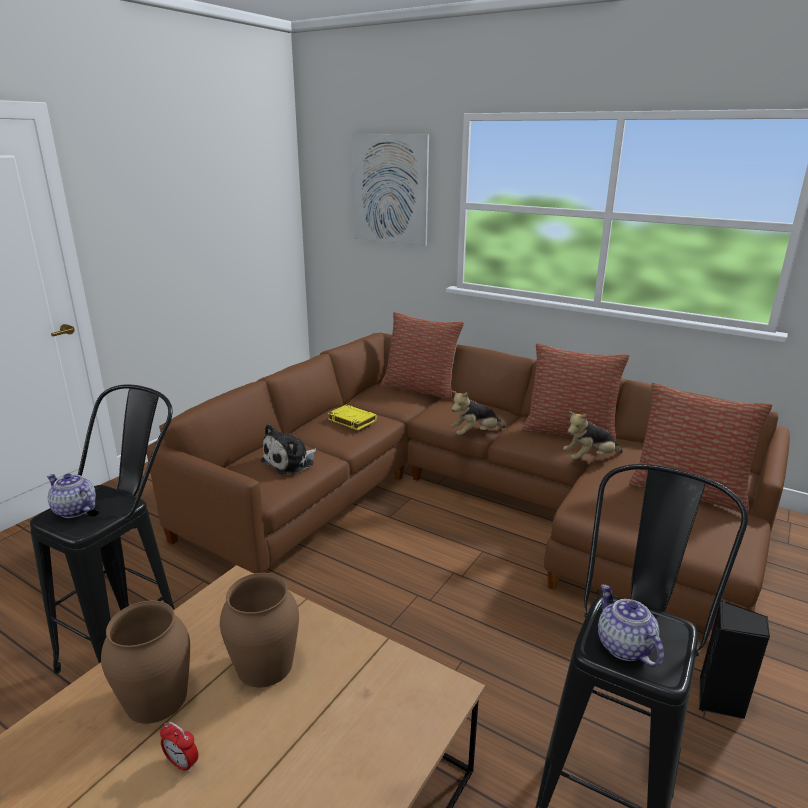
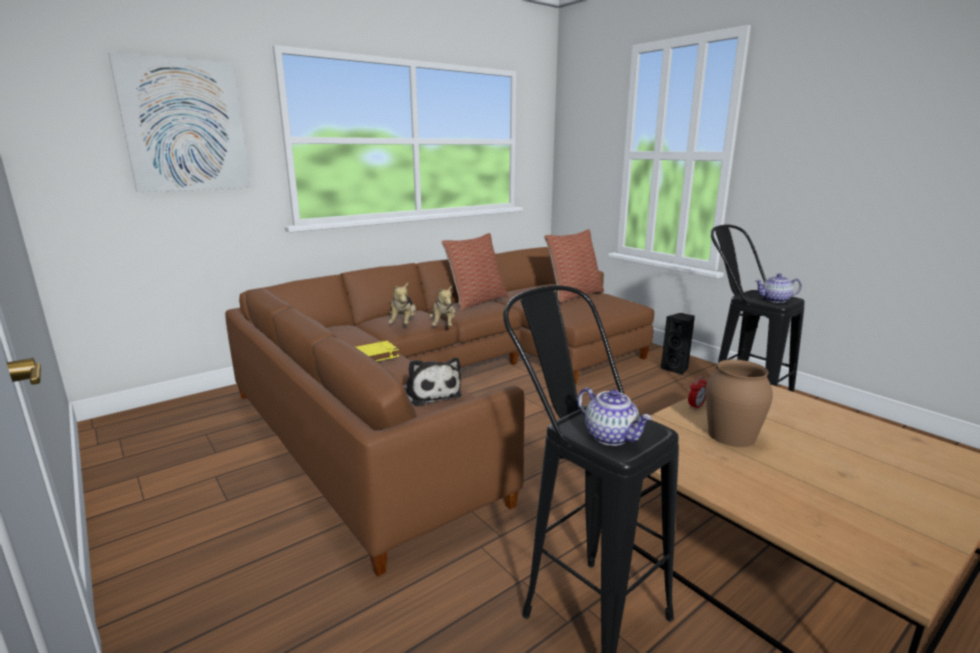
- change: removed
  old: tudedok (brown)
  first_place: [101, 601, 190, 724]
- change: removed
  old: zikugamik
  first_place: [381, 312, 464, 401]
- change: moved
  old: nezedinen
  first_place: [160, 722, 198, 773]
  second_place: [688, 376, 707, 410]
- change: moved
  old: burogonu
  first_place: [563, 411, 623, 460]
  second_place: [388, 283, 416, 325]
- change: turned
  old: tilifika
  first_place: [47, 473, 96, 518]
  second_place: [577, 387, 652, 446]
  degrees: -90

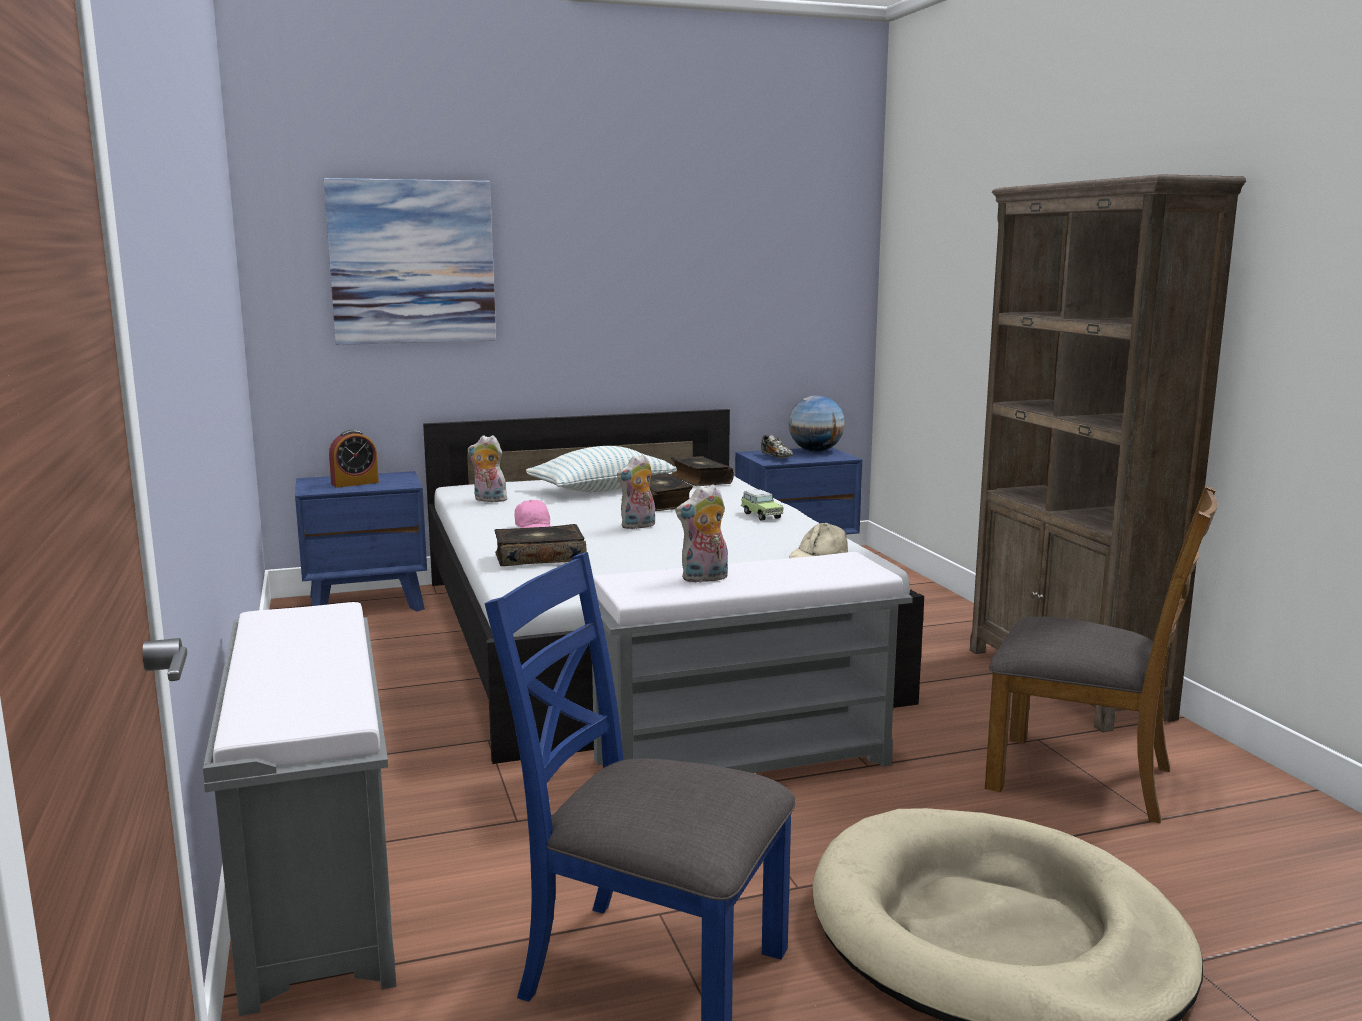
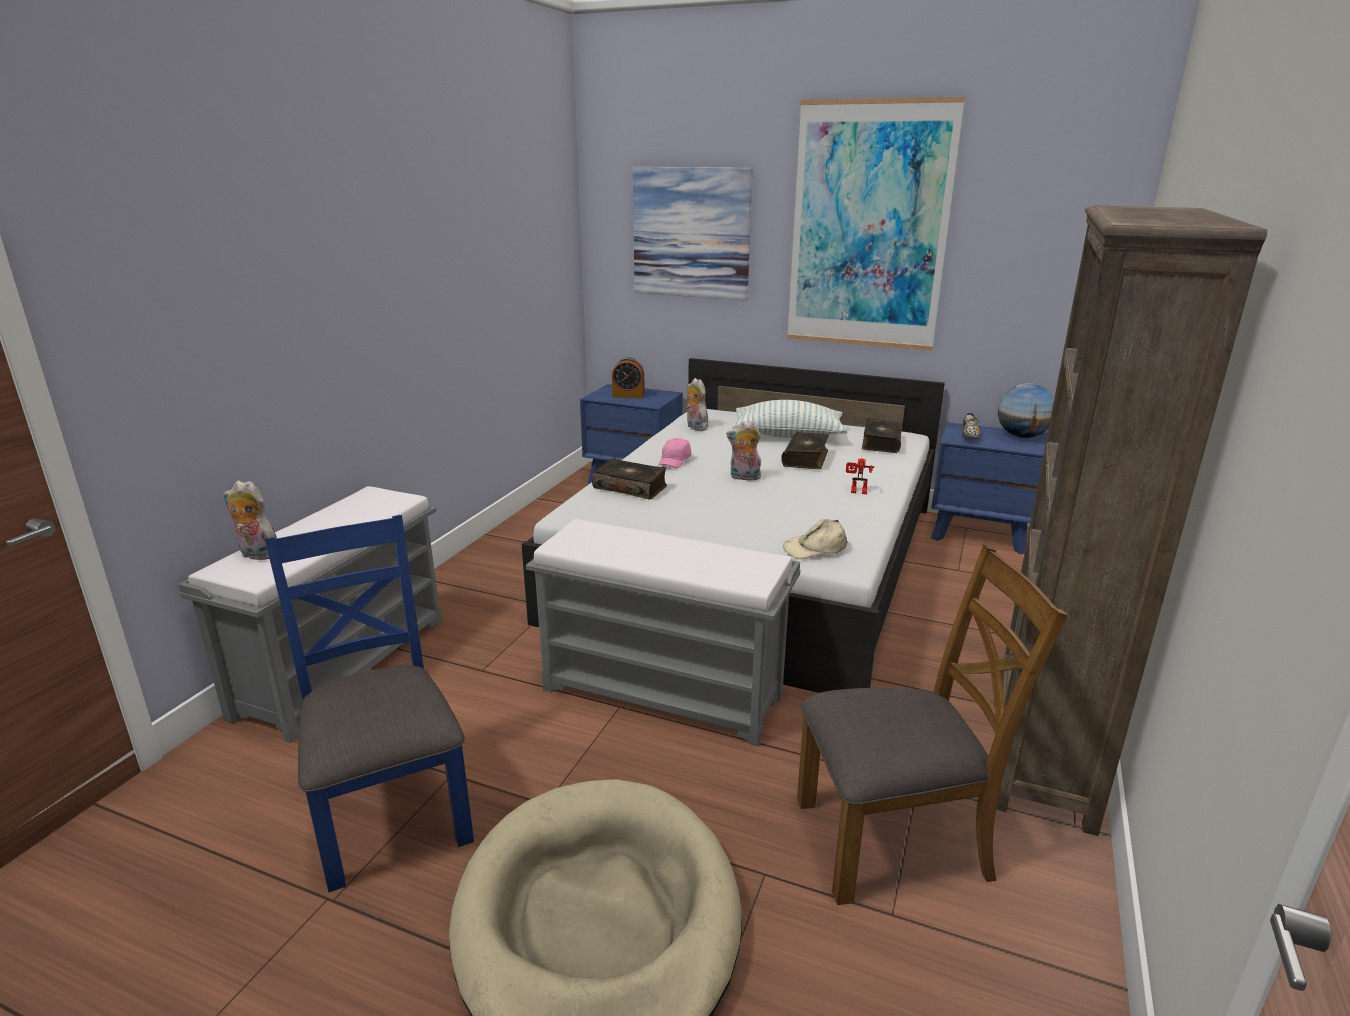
- change: added
  new: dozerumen
  second_place: [787, 97, 965, 351]
- change: moved
  old: burogonu
  first_place: [675, 484, 728, 583]
  second_place: [223, 480, 277, 560]
- change: replaced
  old: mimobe
  new: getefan
  first_place: [741, 490, 783, 521]
  second_place: [846, 458, 874, 494]
- change: turned
  old: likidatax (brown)
  first_place: [985, 485, 1218, 823]
  second_place: [797, 544, 1068, 905]
  degrees: -75

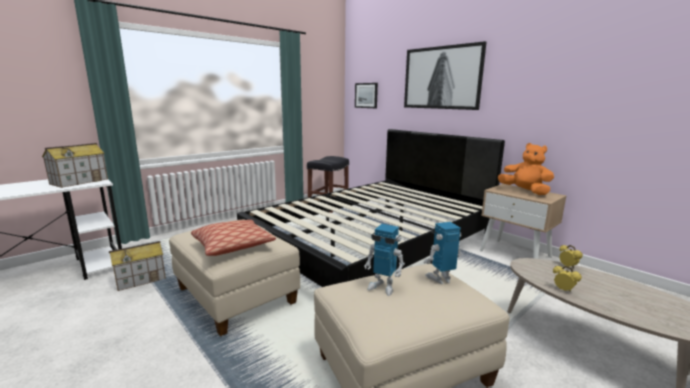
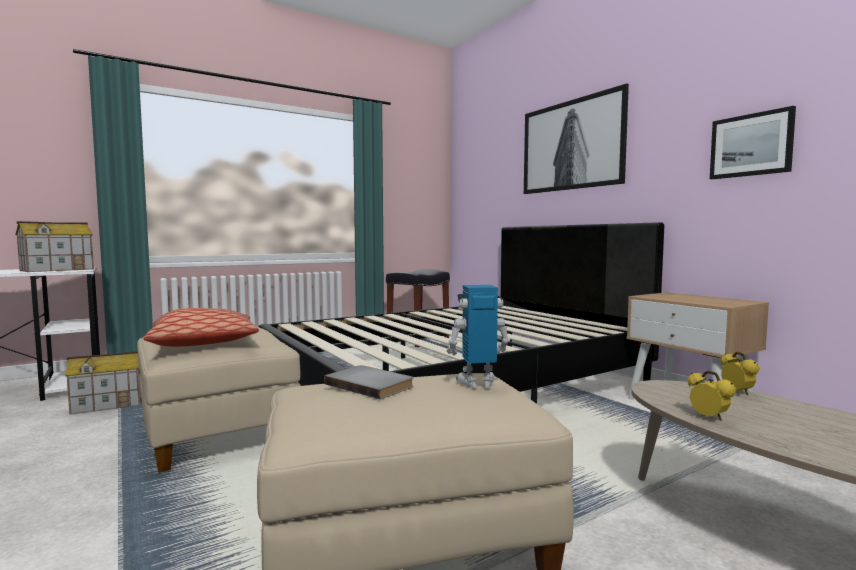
- change: removed
  old: burogonu (orange)
  first_place: [498, 143, 554, 195]
- change: moved
  old: dozerumen
  first_place: [355, 83, 378, 108]
  second_place: [710, 106, 796, 179]
- change: replaced
  old: getefan
  new: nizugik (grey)
  first_place: [364, 224, 405, 296]
  second_place: [324, 365, 414, 399]

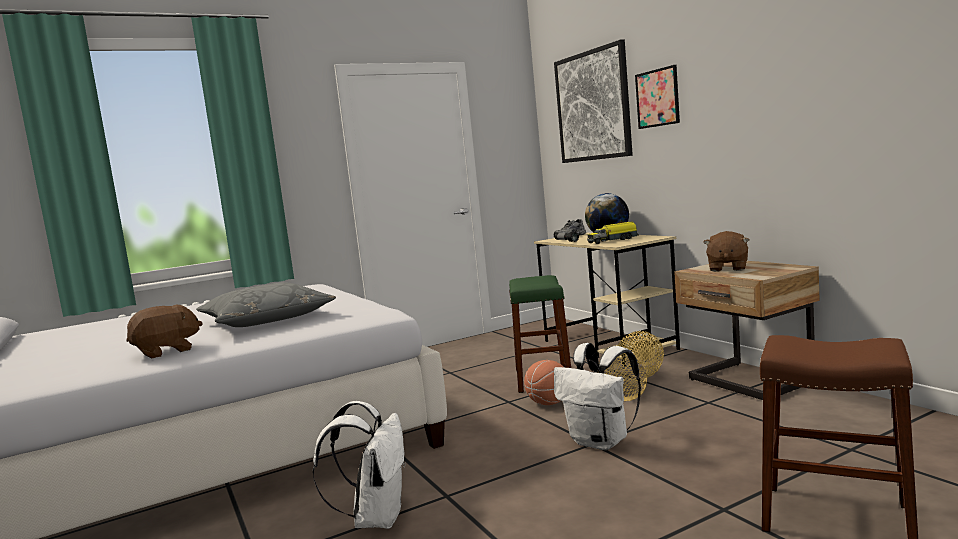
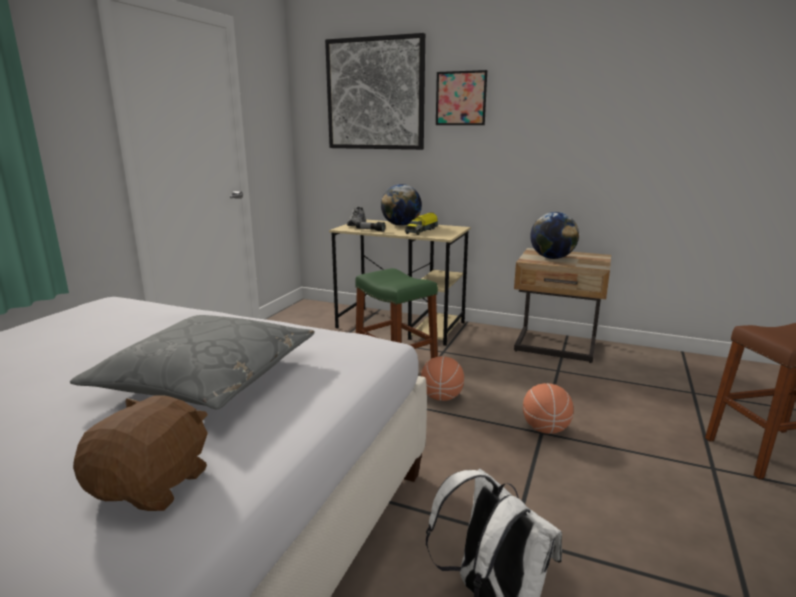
- change: removed
  old: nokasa
  first_place: [597, 331, 664, 401]
- change: replaced
  old: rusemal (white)
  new: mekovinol
  first_place: [554, 343, 641, 450]
  second_place: [523, 383, 574, 434]
- change: replaced
  old: burogonu (brown)
  new: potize
  first_place: [703, 231, 749, 272]
  second_place: [530, 212, 579, 259]

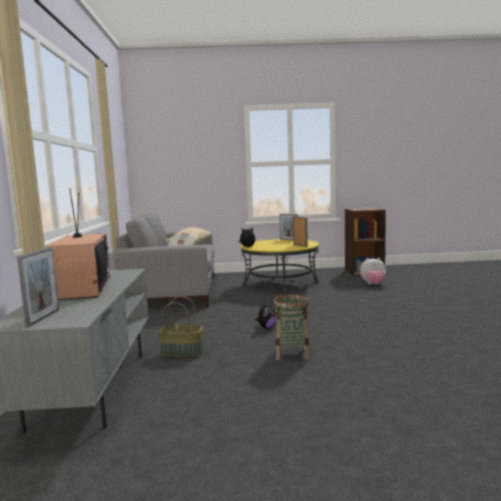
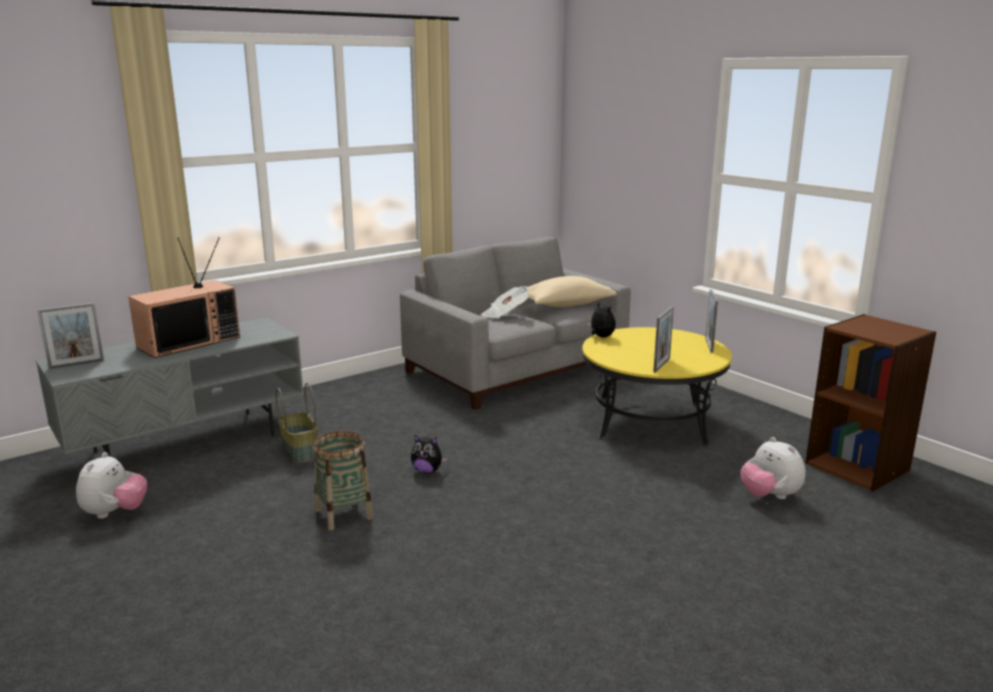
- change: added
  new: burogonu
  second_place: [76, 452, 147, 519]

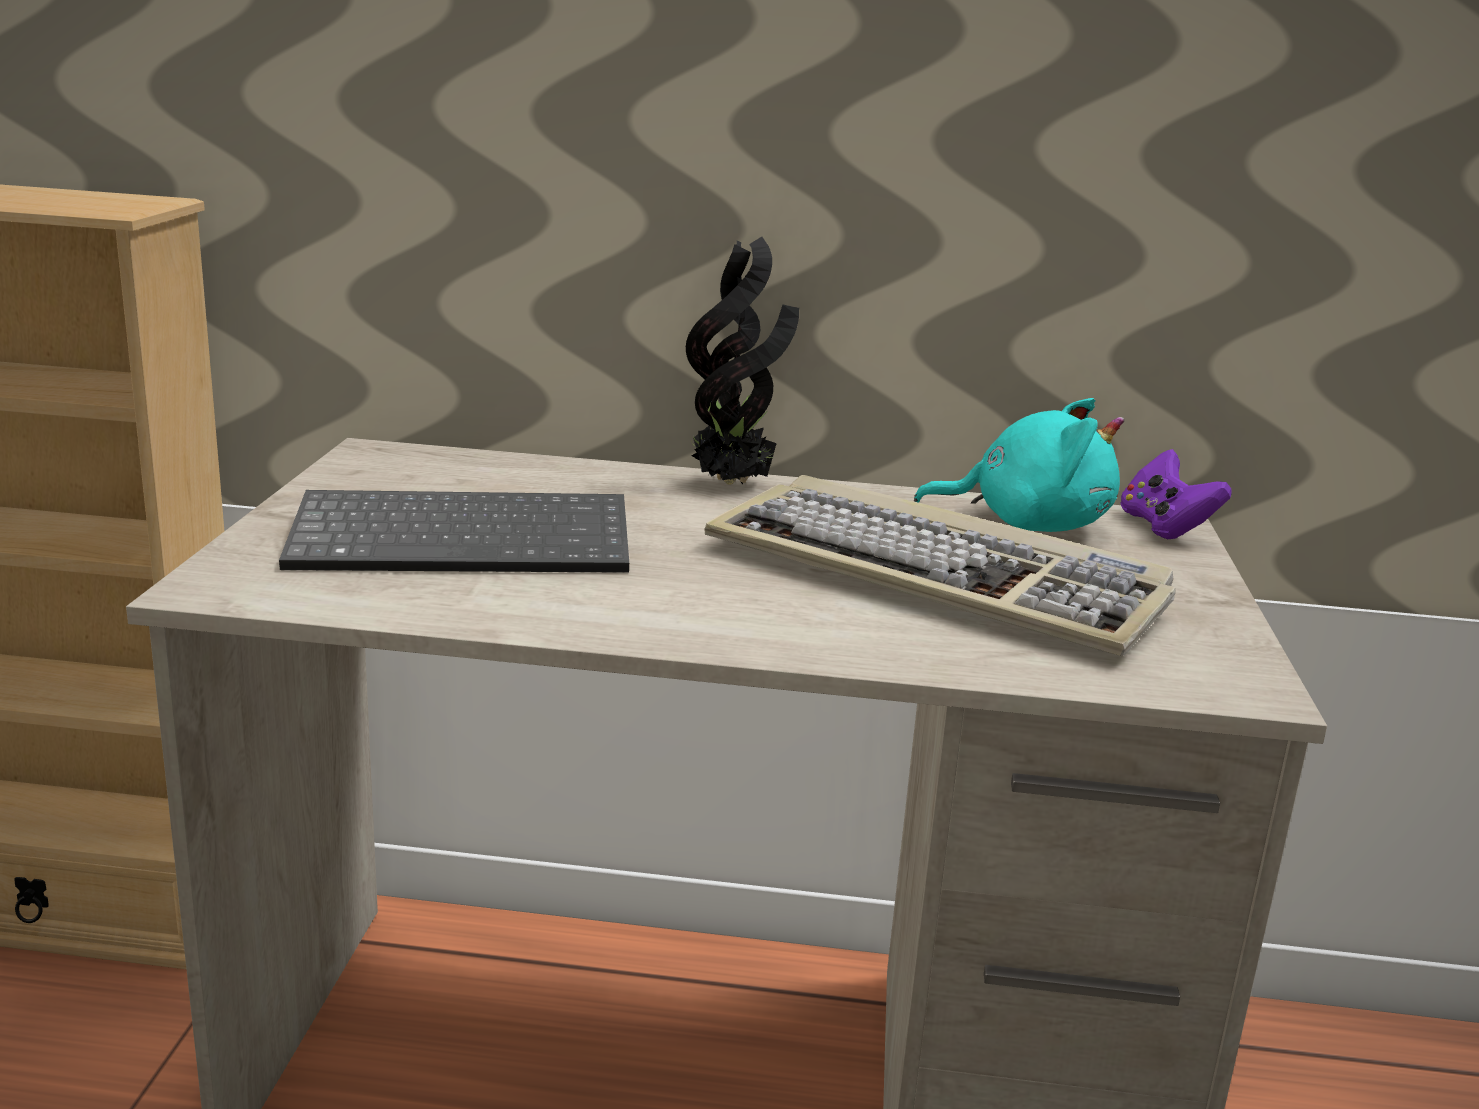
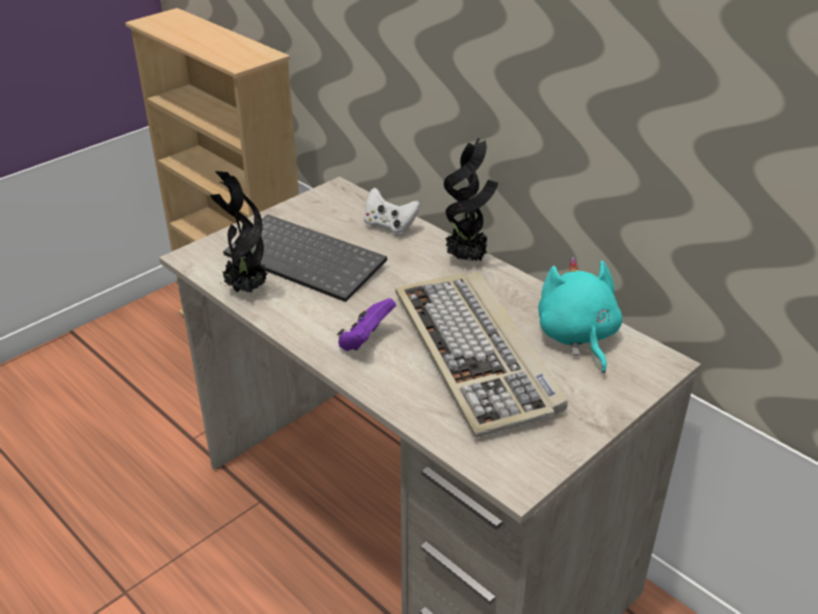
- change: added
  new: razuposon
  second_place: [210, 171, 268, 293]
- change: added
  new: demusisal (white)
  second_place: [364, 188, 421, 235]
- change: moved
  old: demusisal (purple)
  first_place: [1120, 449, 1232, 539]
  second_place: [337, 298, 396, 351]
- change: turned
  old: burogonu (turquoise)
  first_place: [914, 398, 1124, 532]
  second_place: [538, 257, 622, 373]
  degrees: -150

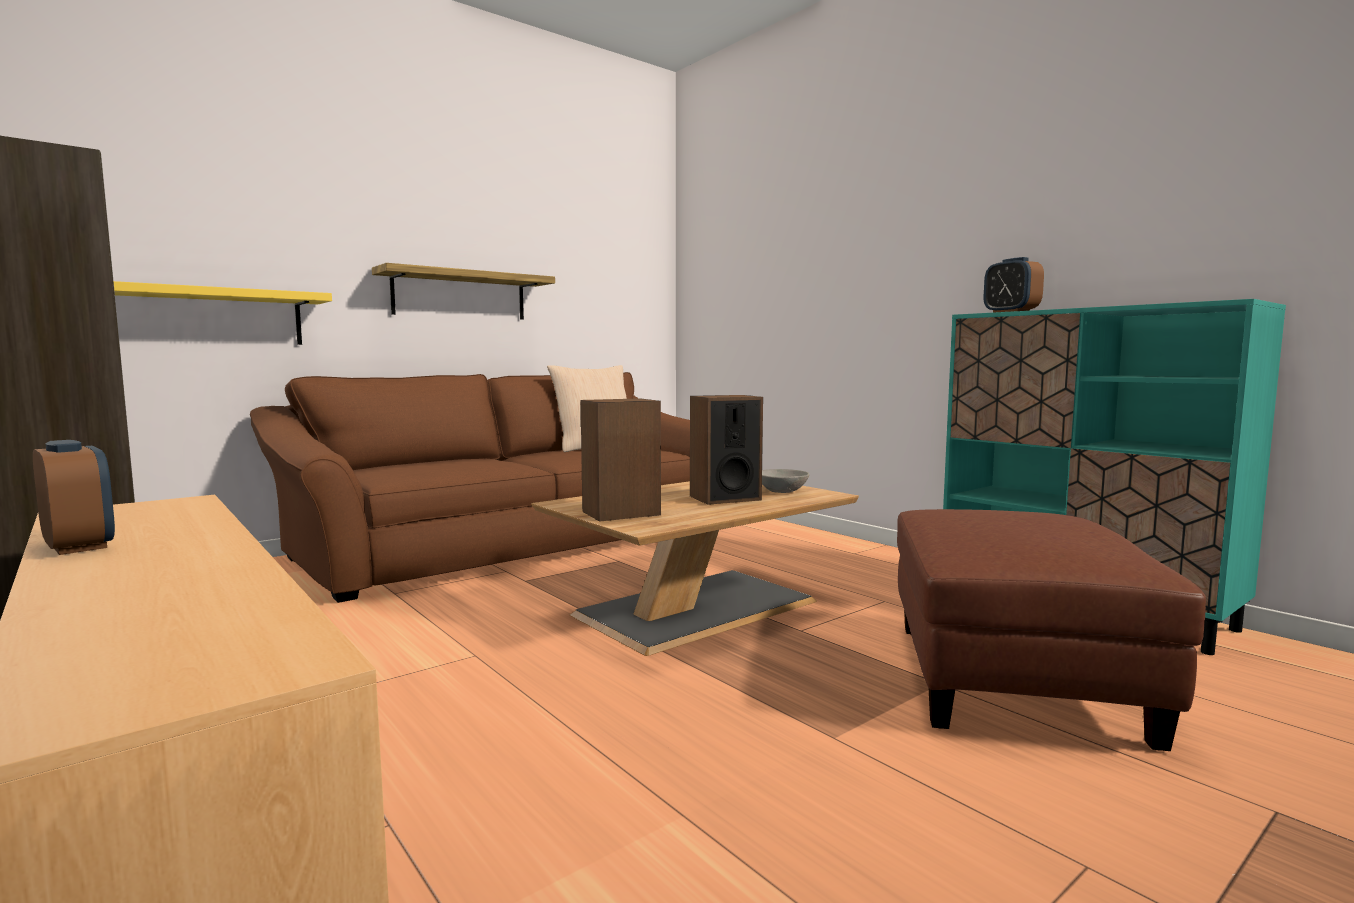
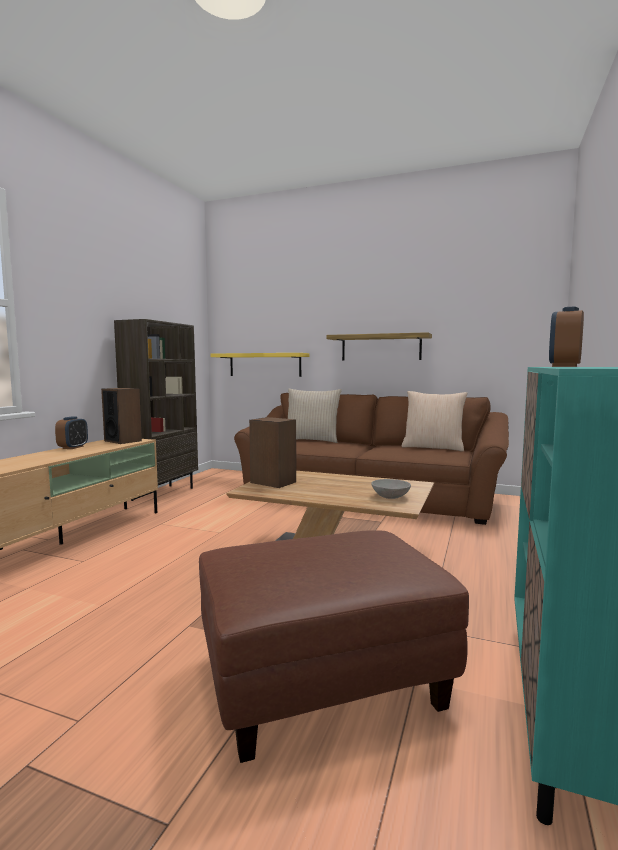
- change: added
  new: zikugamik (beige)
  second_place: [288, 389, 342, 443]
- change: moved
  old: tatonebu
  first_place: [690, 395, 763, 505]
  second_place: [101, 388, 142, 444]

